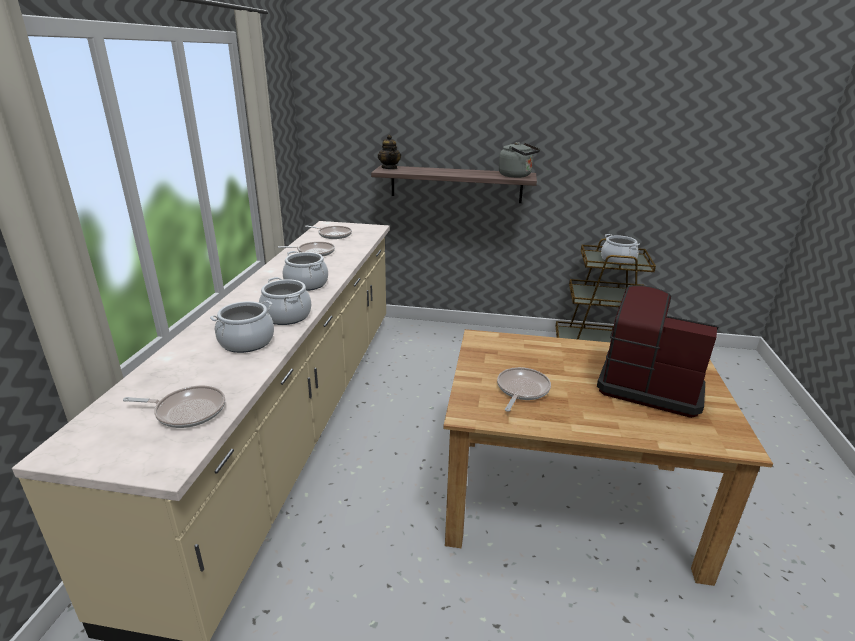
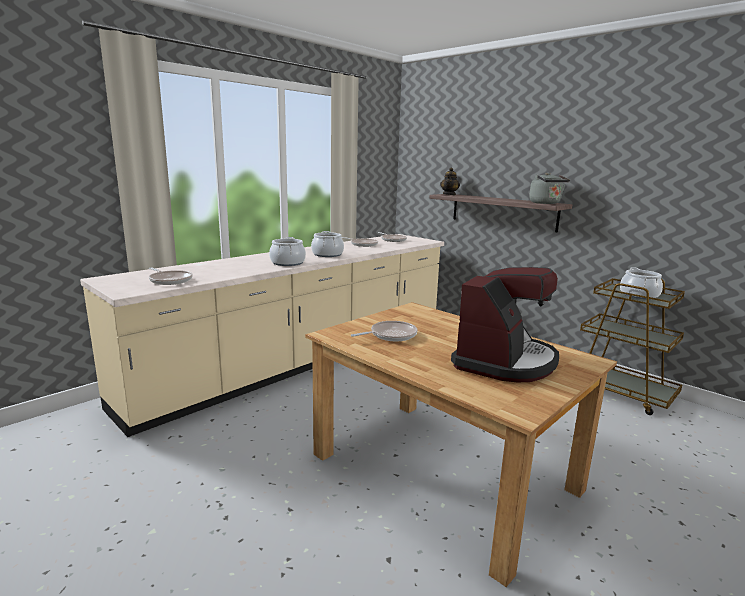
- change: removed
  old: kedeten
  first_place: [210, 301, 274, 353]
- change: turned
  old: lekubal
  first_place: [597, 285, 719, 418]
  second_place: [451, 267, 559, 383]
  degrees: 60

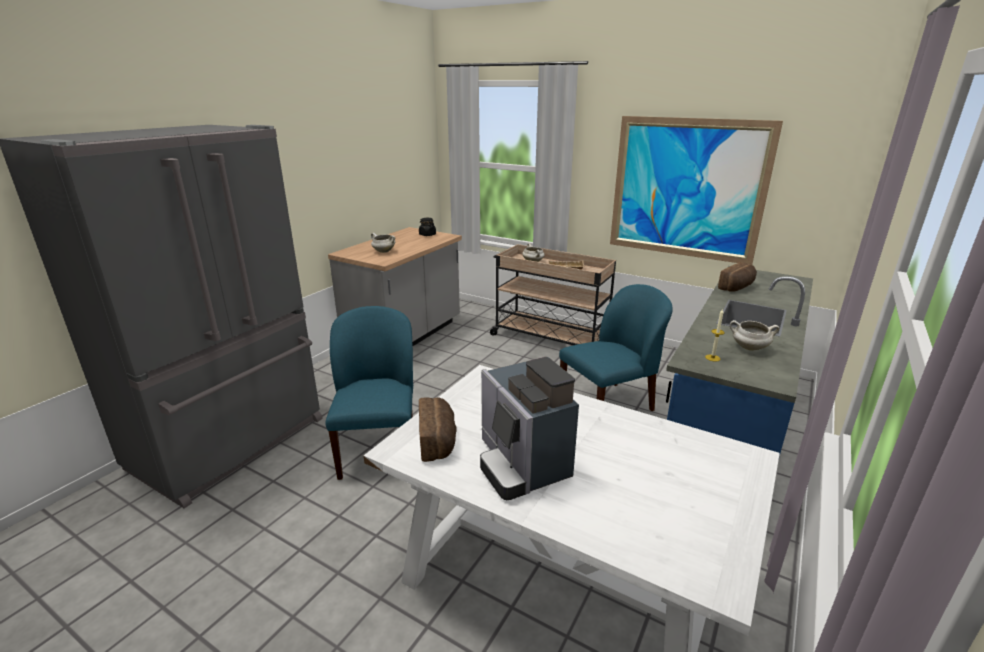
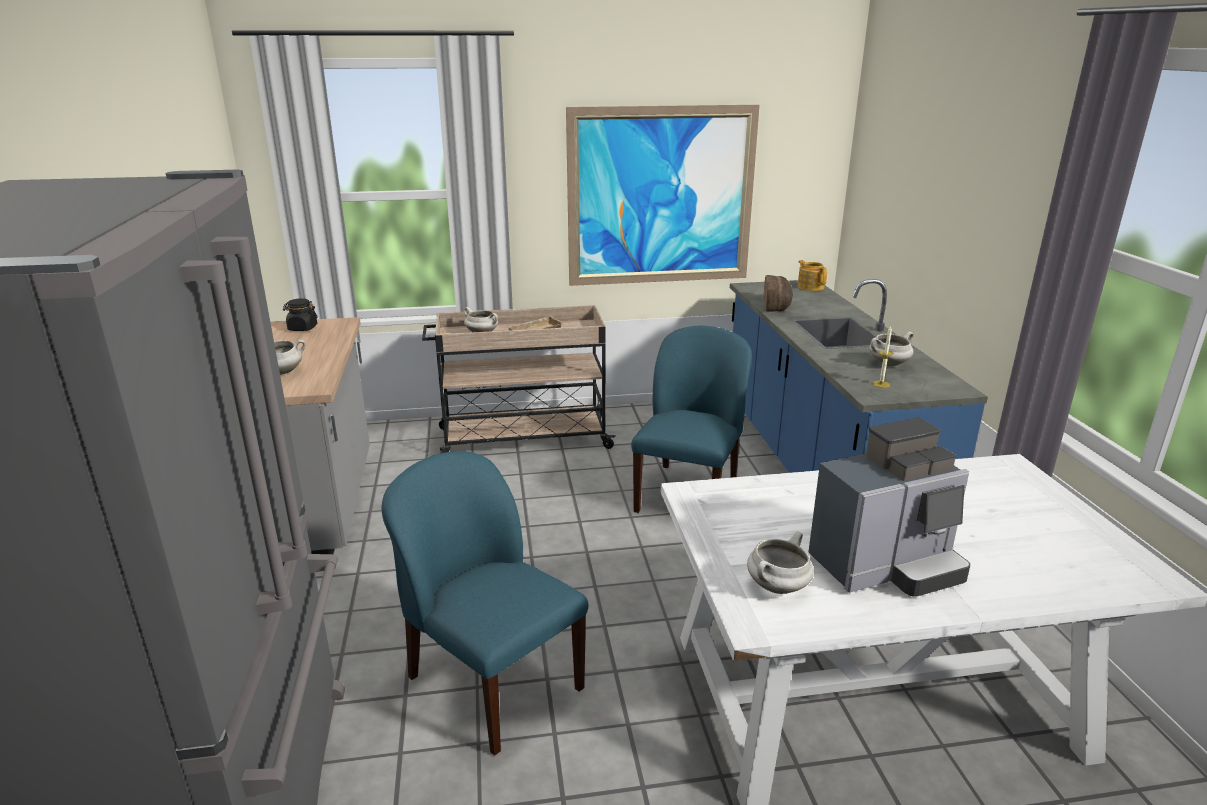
- change: added
  new: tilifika
  second_place: [798, 260, 828, 291]
- change: replaced
  old: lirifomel
  new: kedeten (white)
  first_place: [419, 398, 457, 462]
  second_place: [747, 531, 814, 594]
- change: turned
  old: lekubal
  first_place: [480, 357, 579, 500]
  second_place: [808, 418, 970, 597]
  degrees: -45

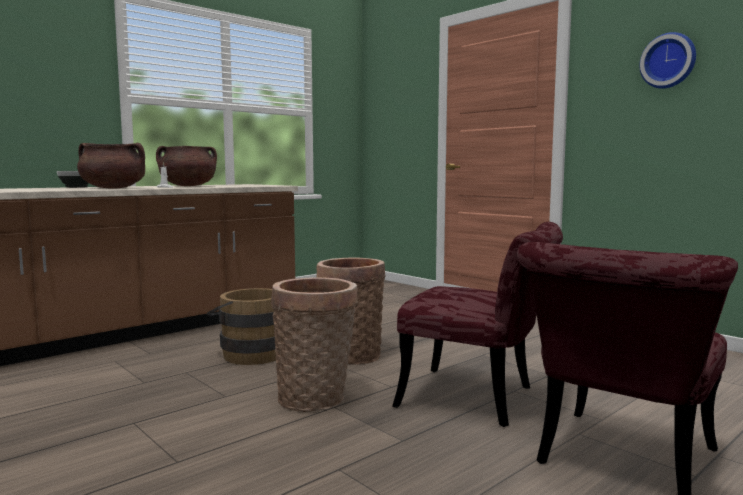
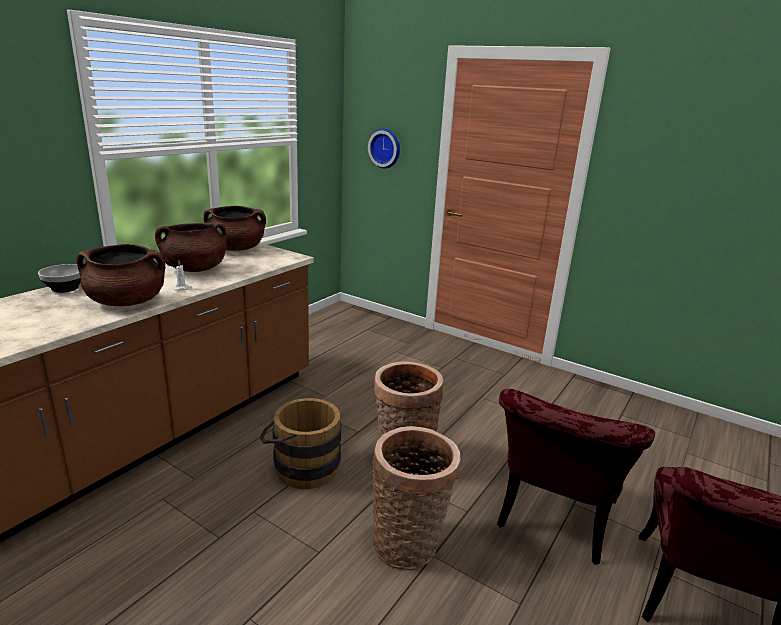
- change: added
  new: kedeten (brown)
  second_place: [204, 206, 266, 251]
- change: moved
  old: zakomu
  first_place: [639, 32, 696, 89]
  second_place: [368, 128, 400, 169]
- change: turned
  old: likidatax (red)
  first_place: [392, 222, 563, 427]
  second_place: [497, 389, 655, 565]
  degrees: 105

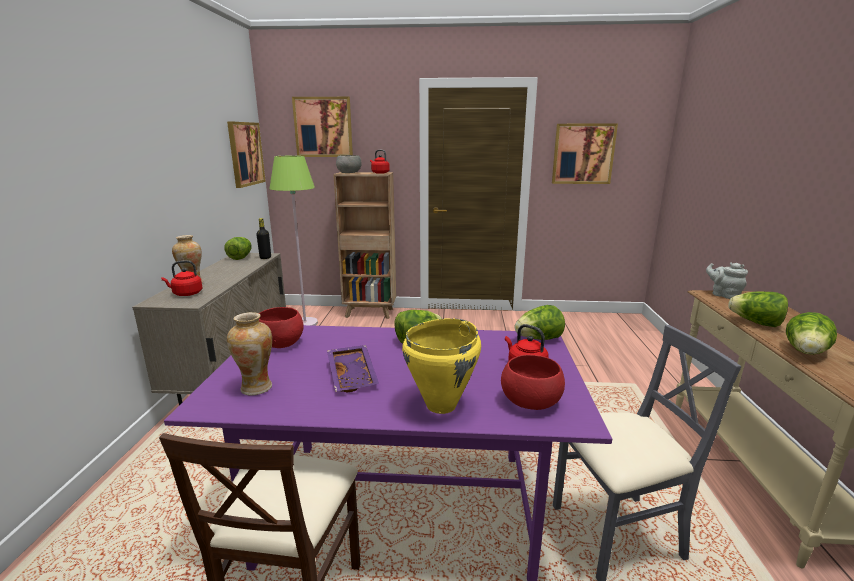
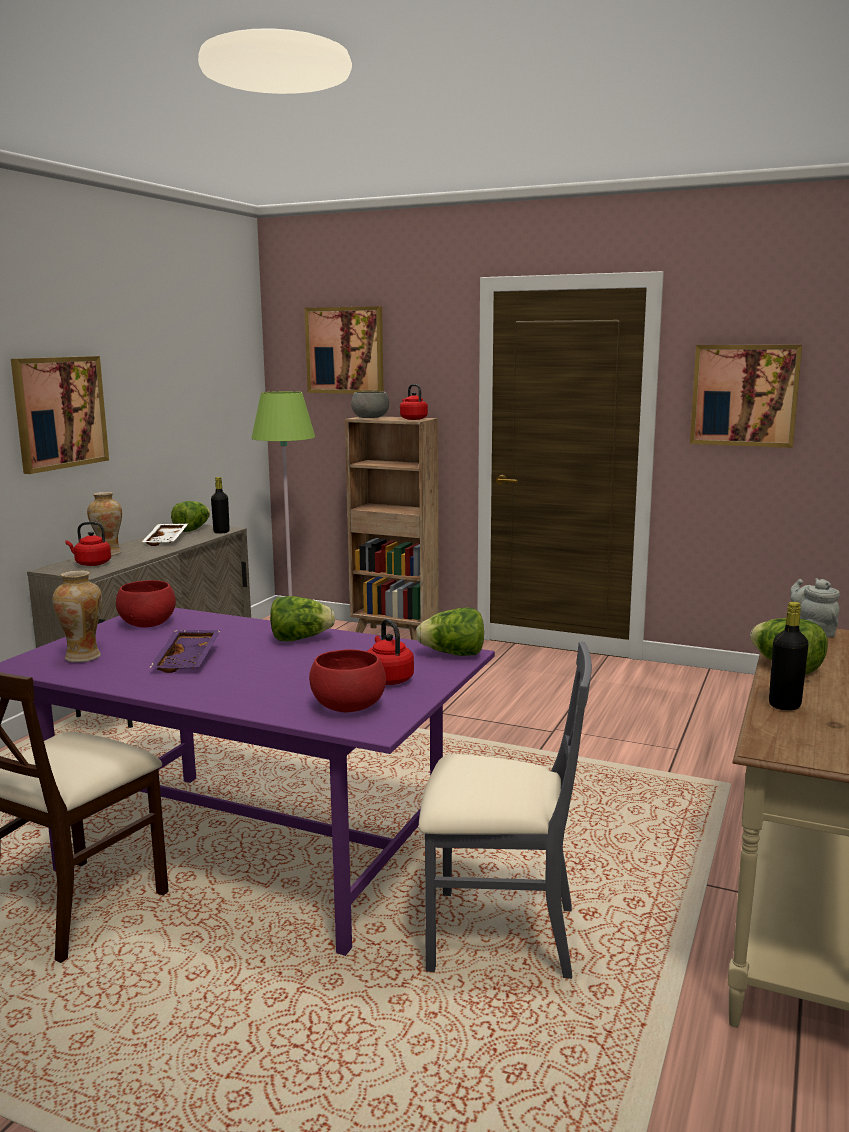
- change: removed
  old: kedeten (yellow)
  first_place: [402, 318, 481, 414]
- change: added
  new: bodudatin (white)
  second_place: [142, 523, 189, 546]
- change: moved
  old: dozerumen
  first_place: [227, 121, 266, 188]
  second_place: [11, 356, 109, 474]
- change: replaced
  old: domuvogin
  new: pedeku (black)
  first_place: [786, 312, 837, 355]
  second_place: [769, 602, 808, 710]

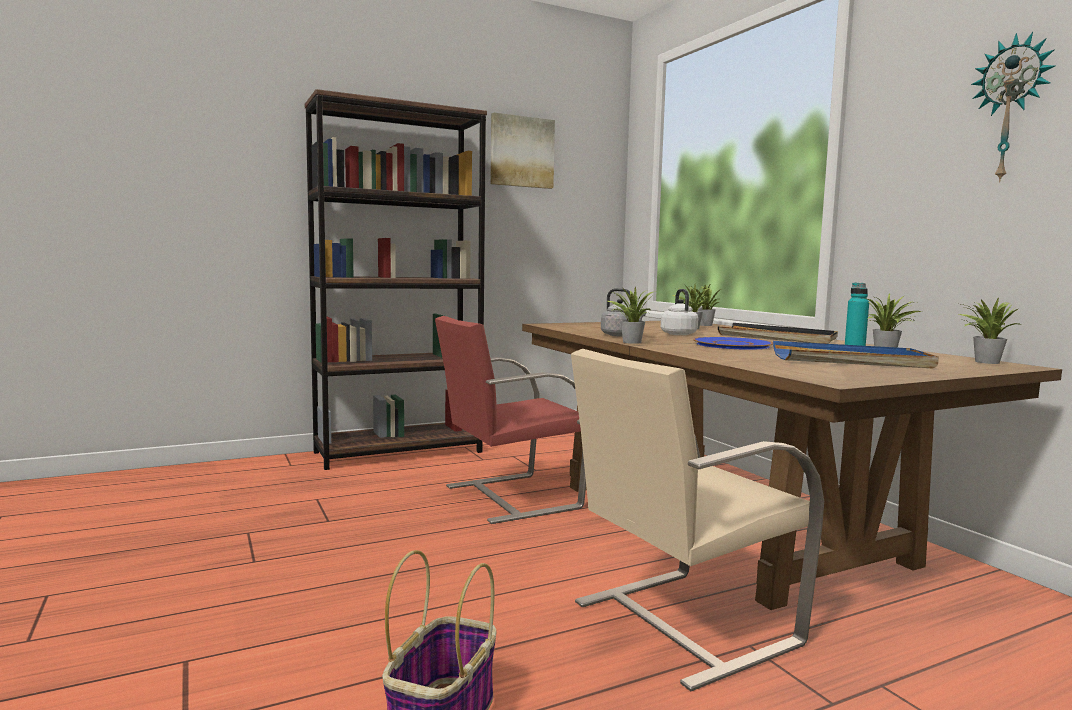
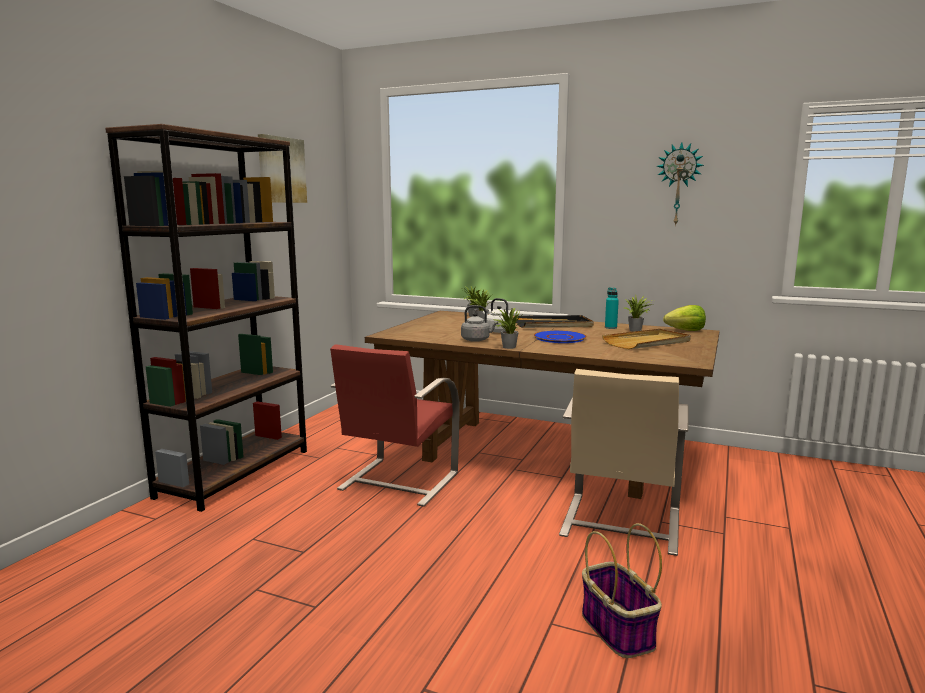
- change: replaced
  old: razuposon
  new: domuvogin
  first_place: [959, 297, 1021, 364]
  second_place: [663, 305, 706, 331]
- change: recoloured
  old: bodudatin (blue)
  new: bodudatin (beige)
  first_place: [773, 341, 939, 368]
  second_place: [602, 329, 691, 349]

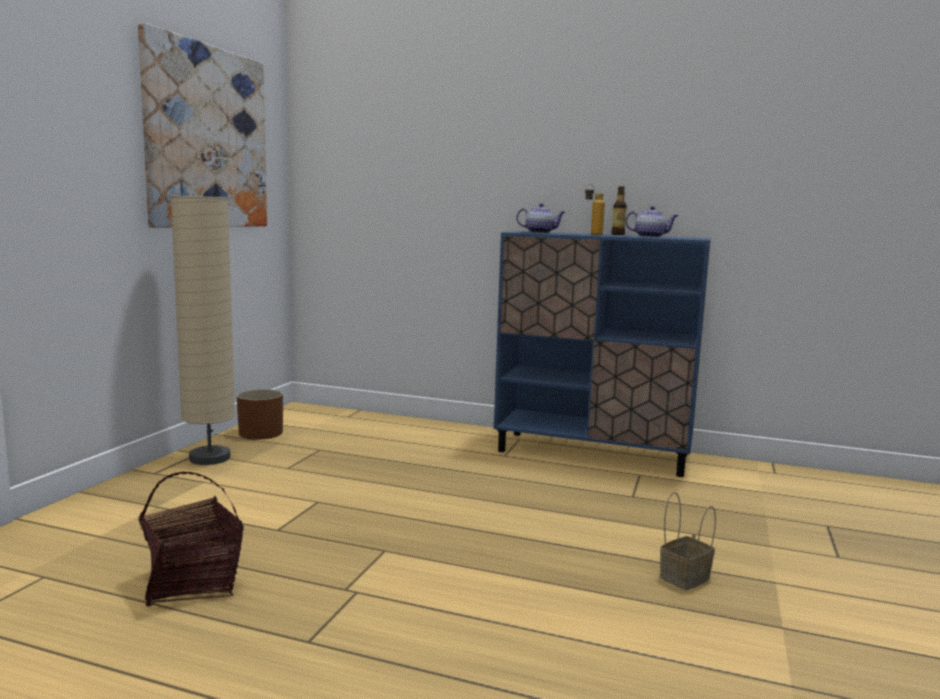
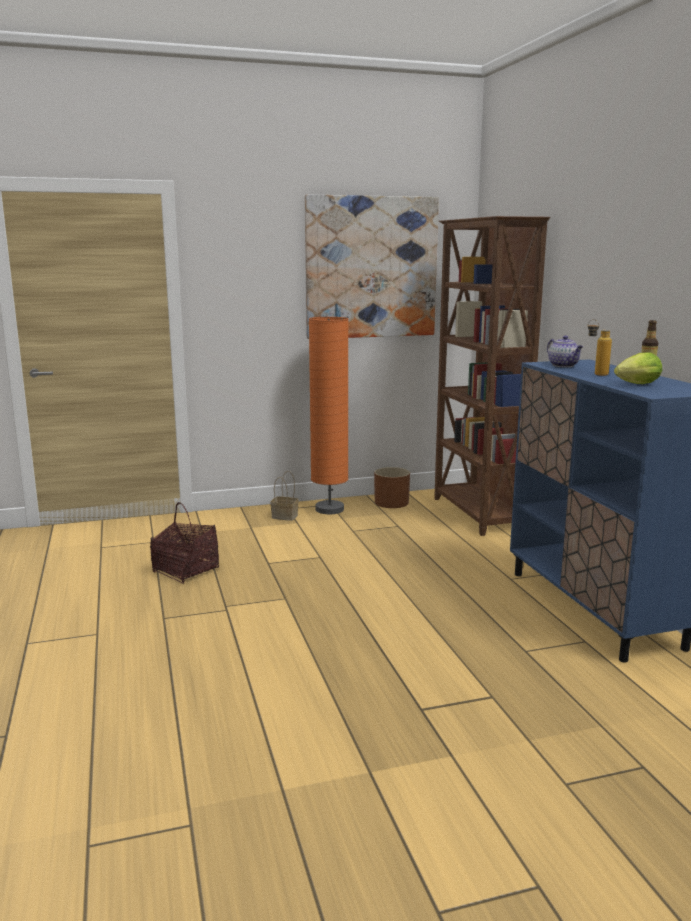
- change: added
  new: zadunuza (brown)
  second_place: [434, 216, 550, 536]
- change: moved
  old: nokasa
  first_place: [660, 492, 716, 590]
  second_place: [270, 471, 299, 521]
- change: replaced
  old: tilifika
  new: domuvogin
  first_place: [625, 206, 678, 237]
  second_place: [614, 352, 662, 384]
- change: recoloured
  old: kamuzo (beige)
  new: kamuzo (orange)
  first_place: [170, 196, 235, 465]
  second_place: [309, 317, 349, 514]

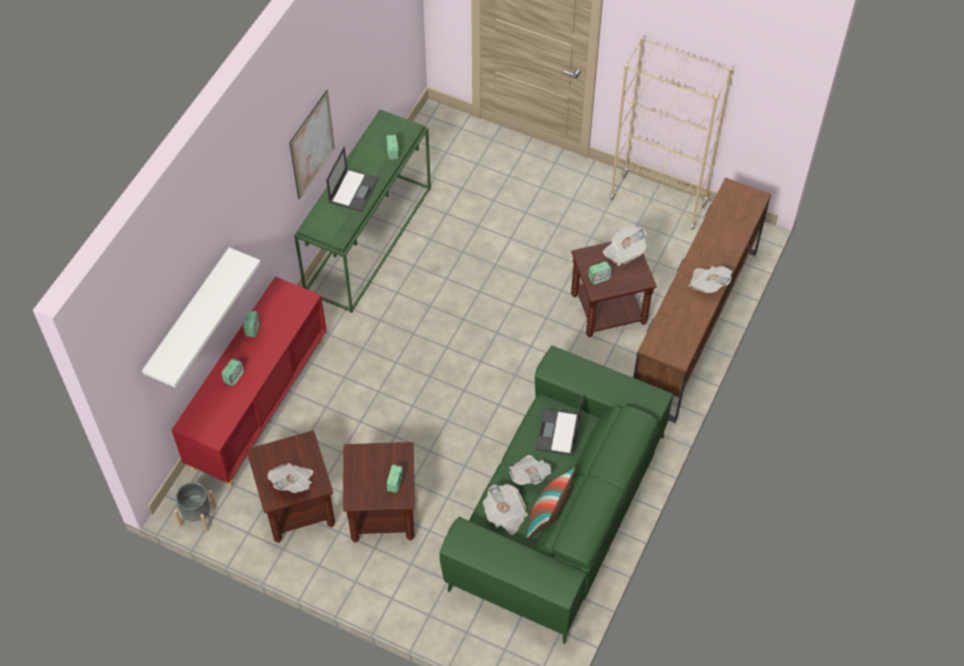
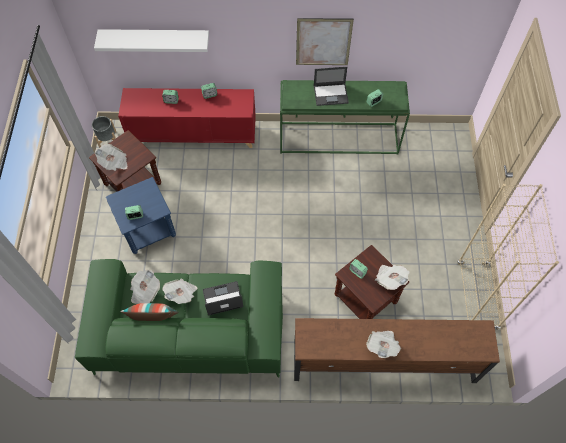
- change: recoloured
  old: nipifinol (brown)
  new: nipifinol (blue)
  first_place: [343, 442, 415, 542]
  second_place: [106, 177, 176, 254]

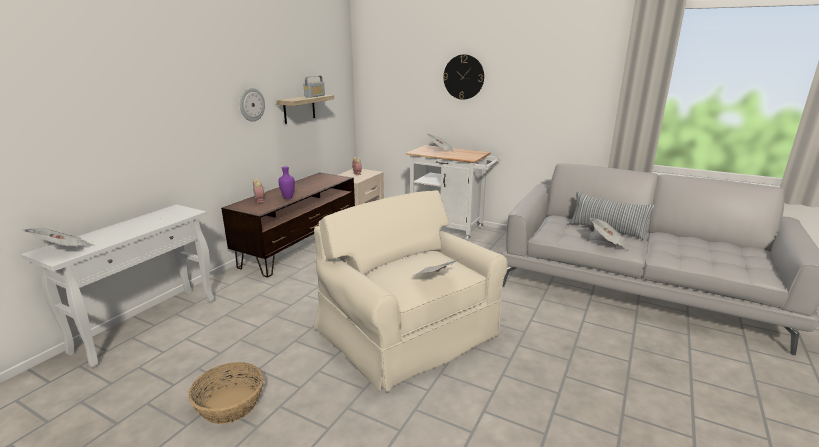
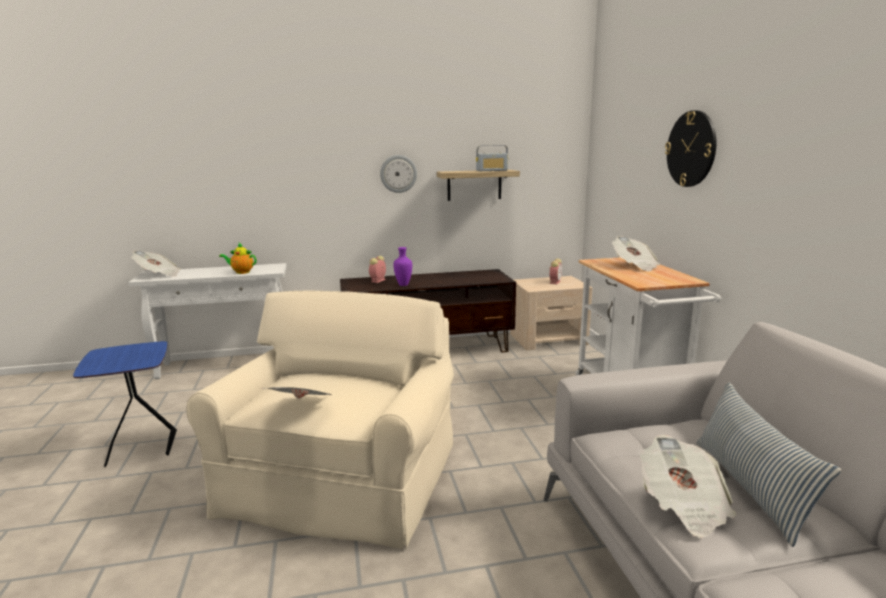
- change: added
  new: tilifika
  second_place: [219, 243, 256, 274]
- change: replaced
  old: nokasa
  new: nipifinol (blue)
  first_place: [189, 362, 263, 424]
  second_place: [73, 341, 177, 467]

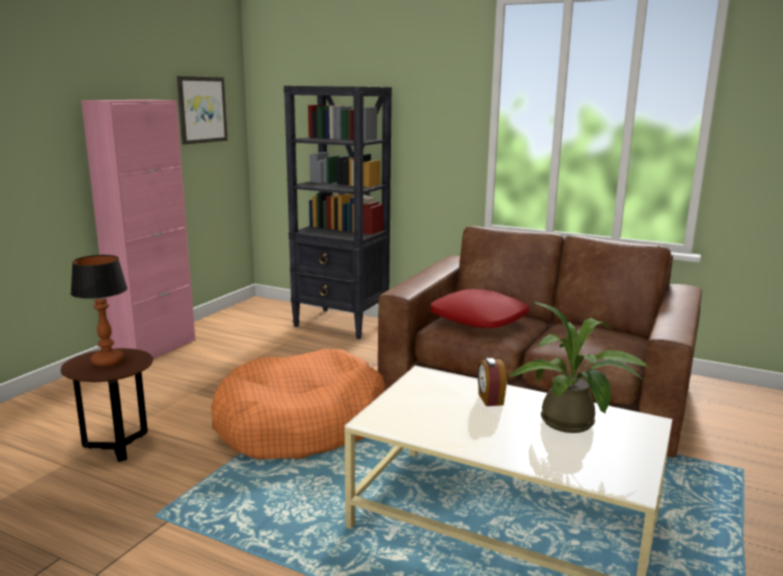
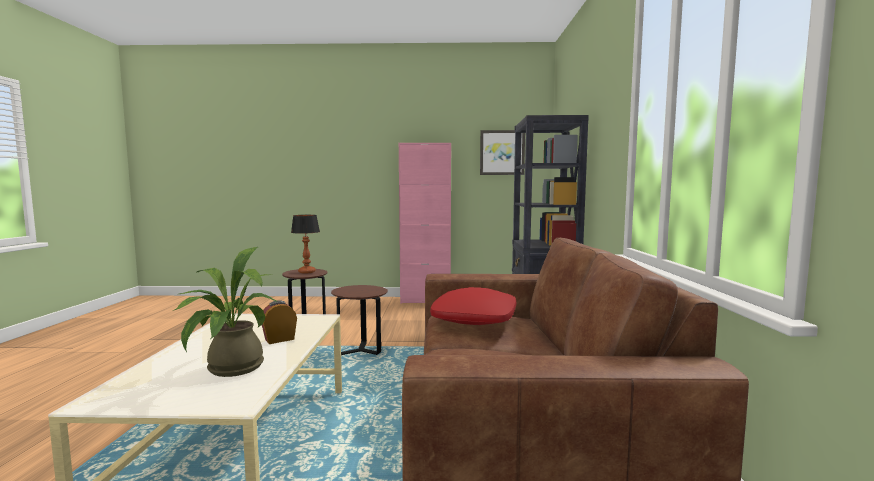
- change: replaced
  old: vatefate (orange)
  new: nipifinol (brown)
  first_place: [211, 349, 385, 459]
  second_place: [331, 285, 388, 355]

